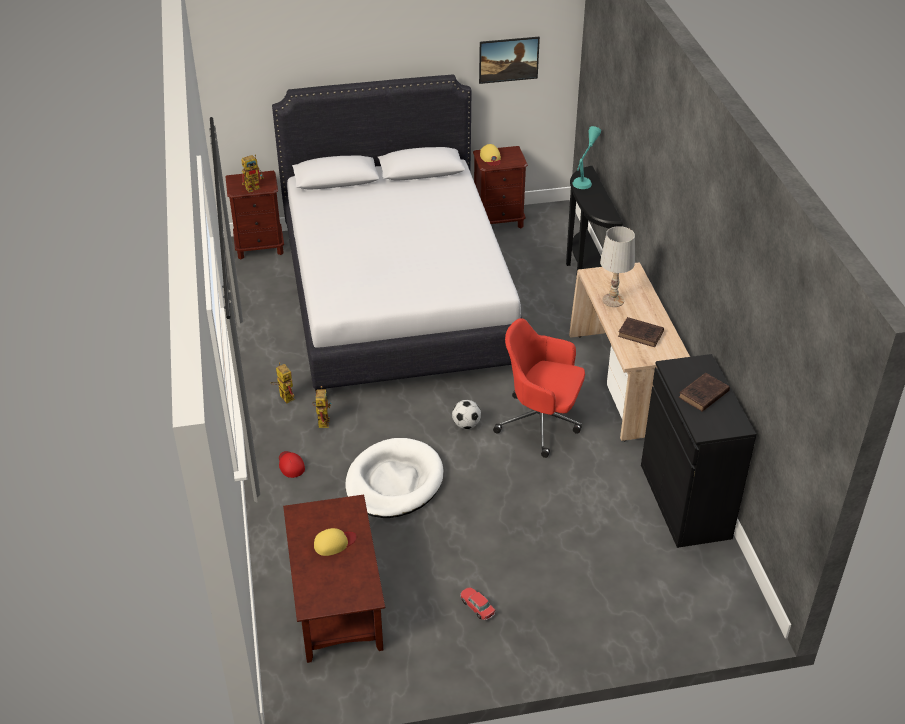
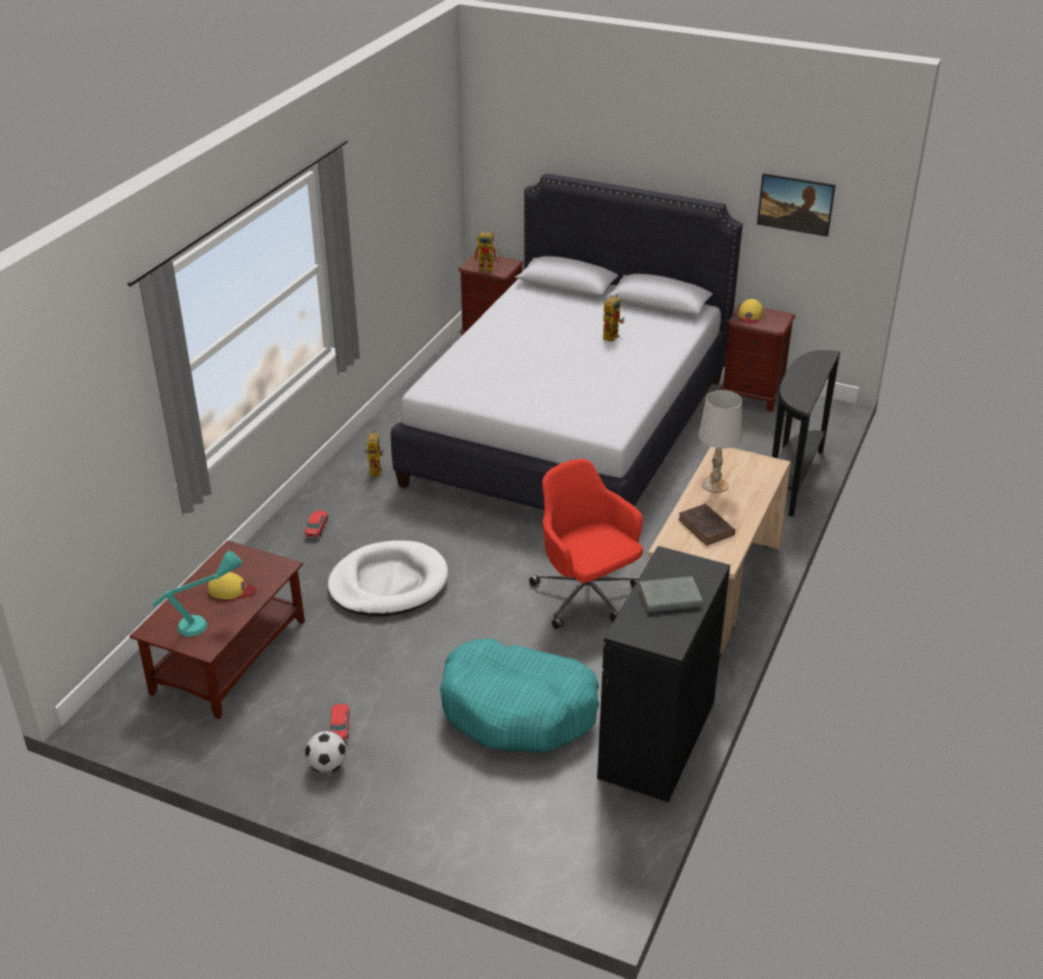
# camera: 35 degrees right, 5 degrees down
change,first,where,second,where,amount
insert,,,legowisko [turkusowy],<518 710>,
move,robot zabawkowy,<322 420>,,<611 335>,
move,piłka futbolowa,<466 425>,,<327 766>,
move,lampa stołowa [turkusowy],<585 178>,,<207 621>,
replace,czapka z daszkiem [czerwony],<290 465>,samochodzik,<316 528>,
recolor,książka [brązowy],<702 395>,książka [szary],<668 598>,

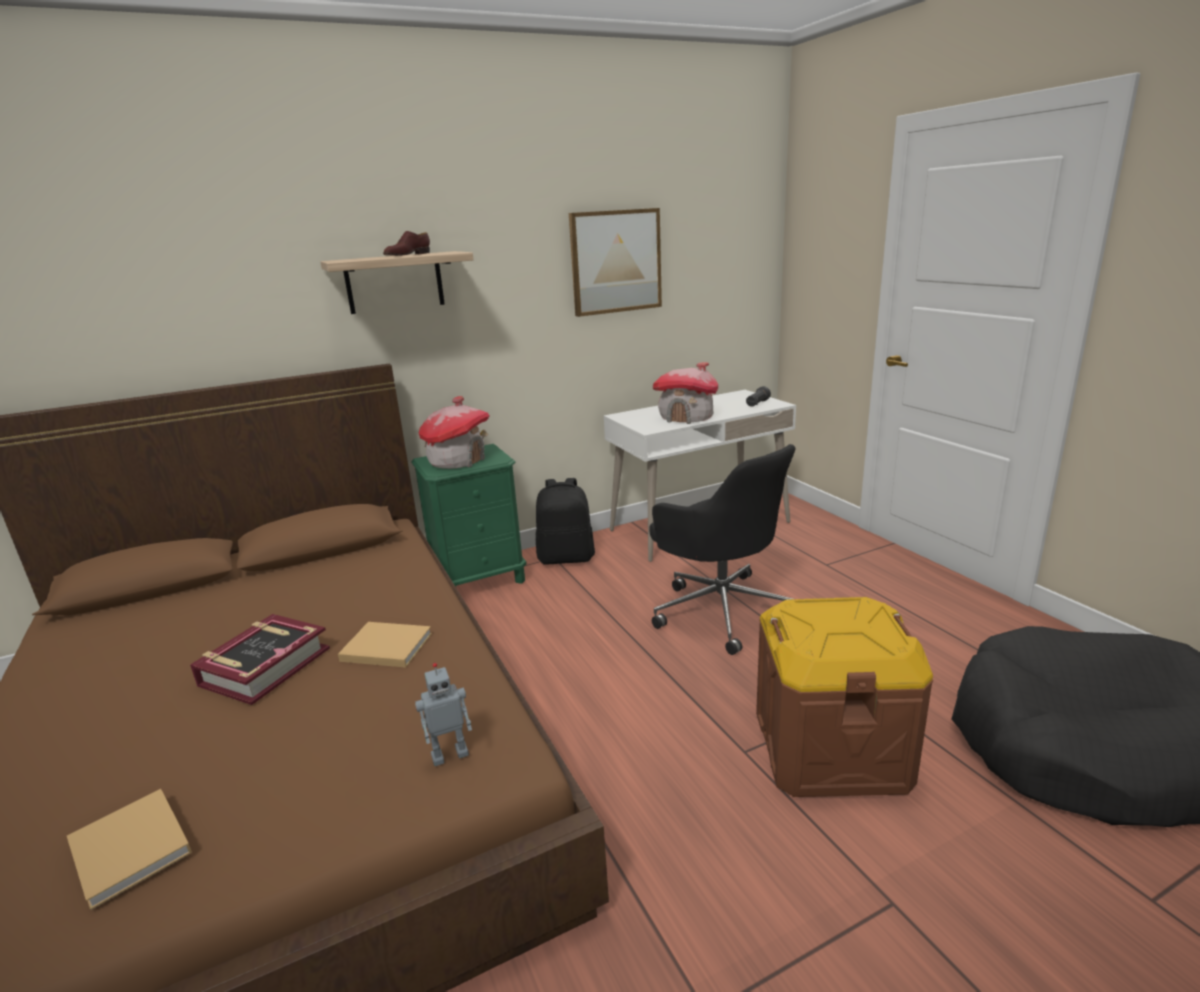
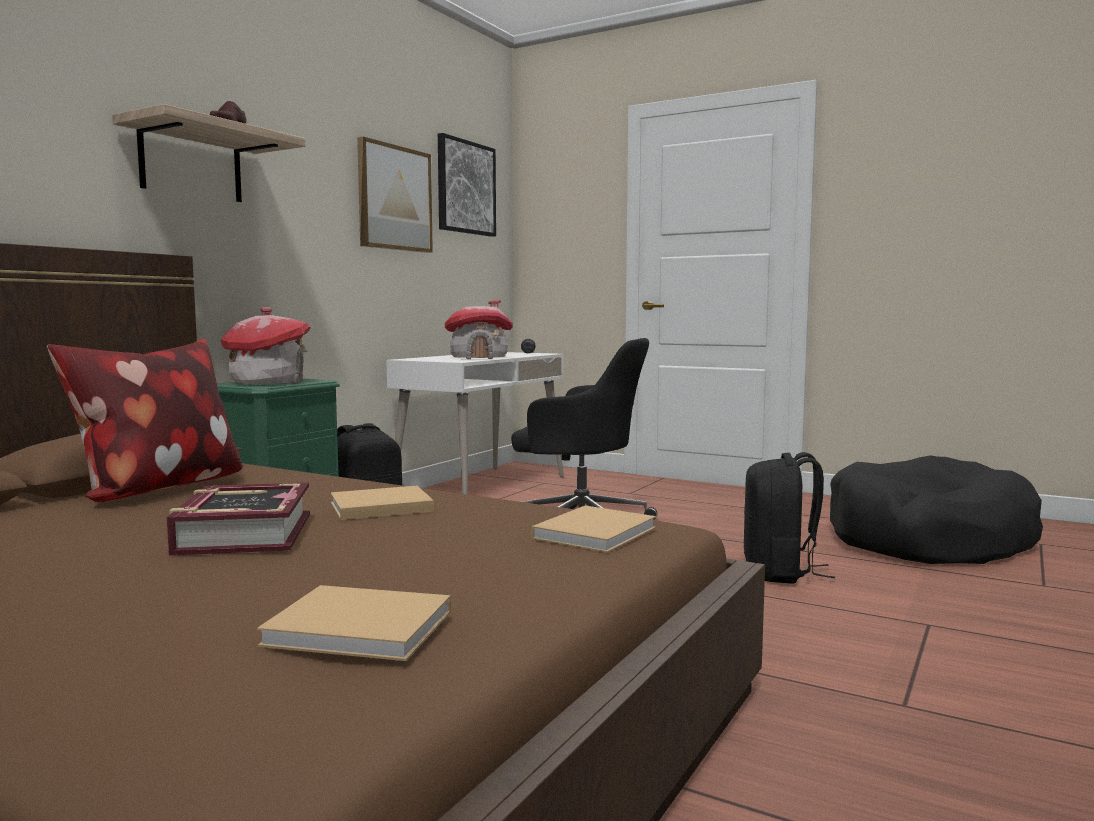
# camera: 35 degrees left, 15 degrees down
change,first,where,second,where,amount
insert,,,poduszka,<157 489>,
insert,,,obraz,<465 187>,
replace,robot zabawkowy,<449 754>,książka [beżowy],<597 532>,
replace,pojemnik do przechowywania [brązowy],<830 748>,plecak [czarny],<780 573>,

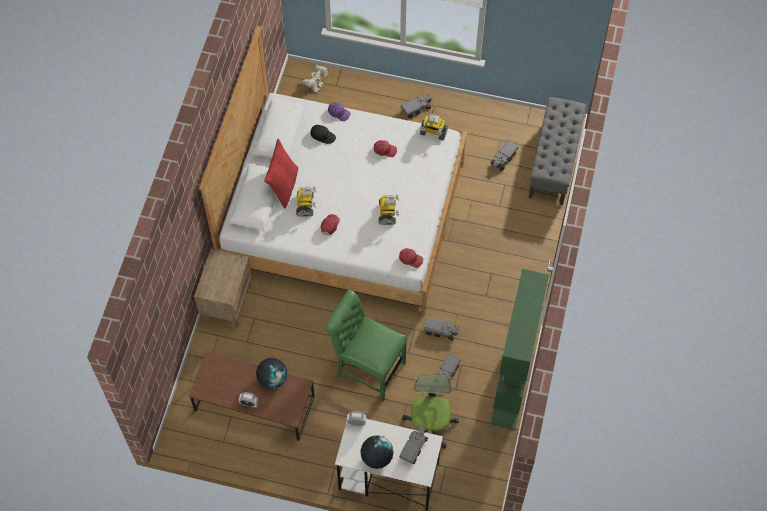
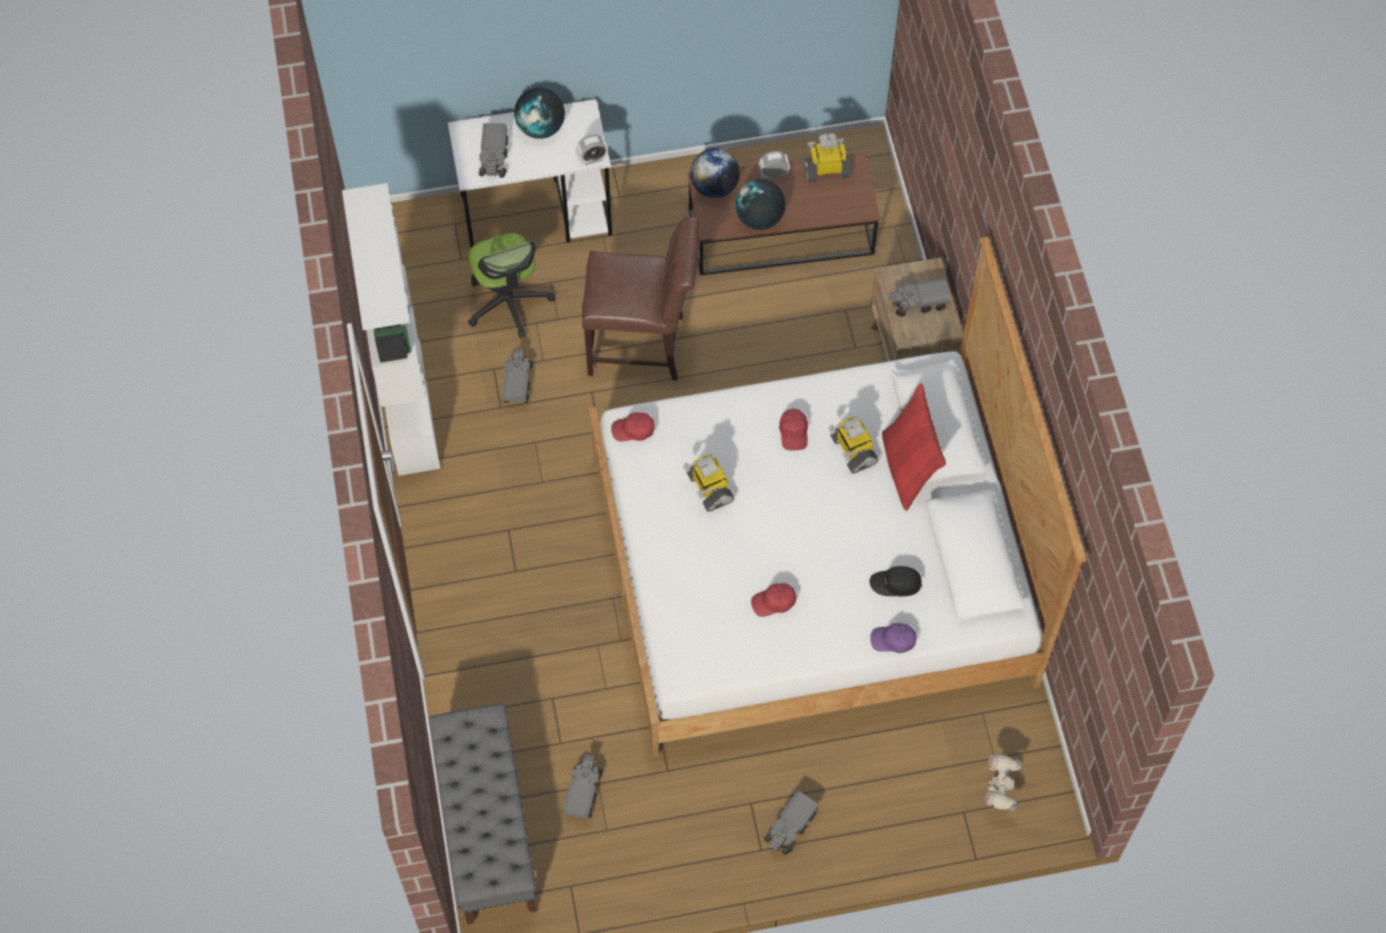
# camera: 155 degrees right, 0 degrees up
change,first,where,second,where,amount
insert,,,globus,<714 187>,
move,robot zabawkowy,<433 132>,,<827 170>,
move,ciężarówka zabawkowa,<441 331>,,<918 303>,
recolor,krzesło [zielony],<367 367>,krzesło [brązowy],<642 346>,
recolor,regał [zielony],<512 386>,regał [biały],<408 406>,

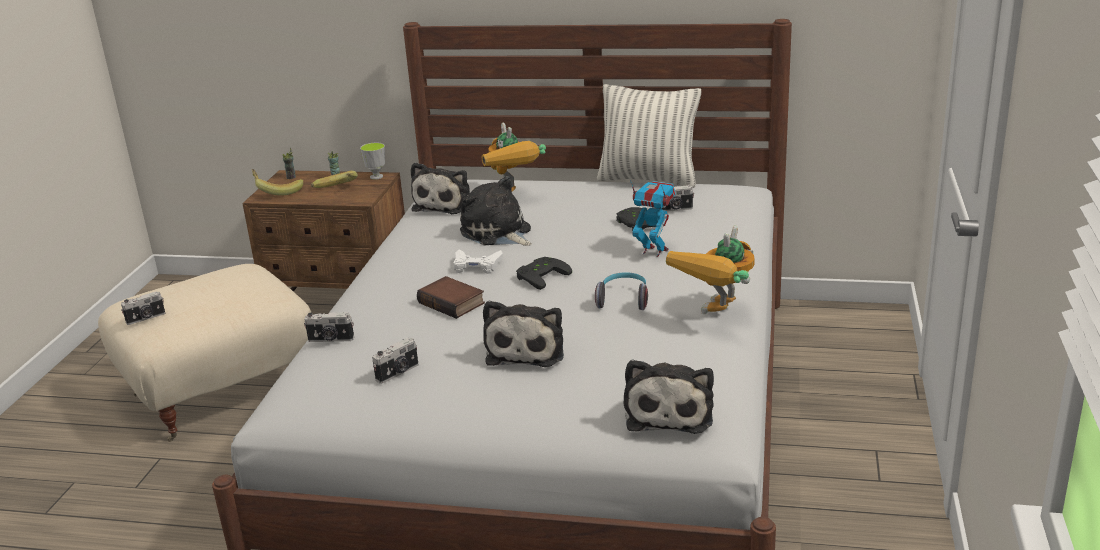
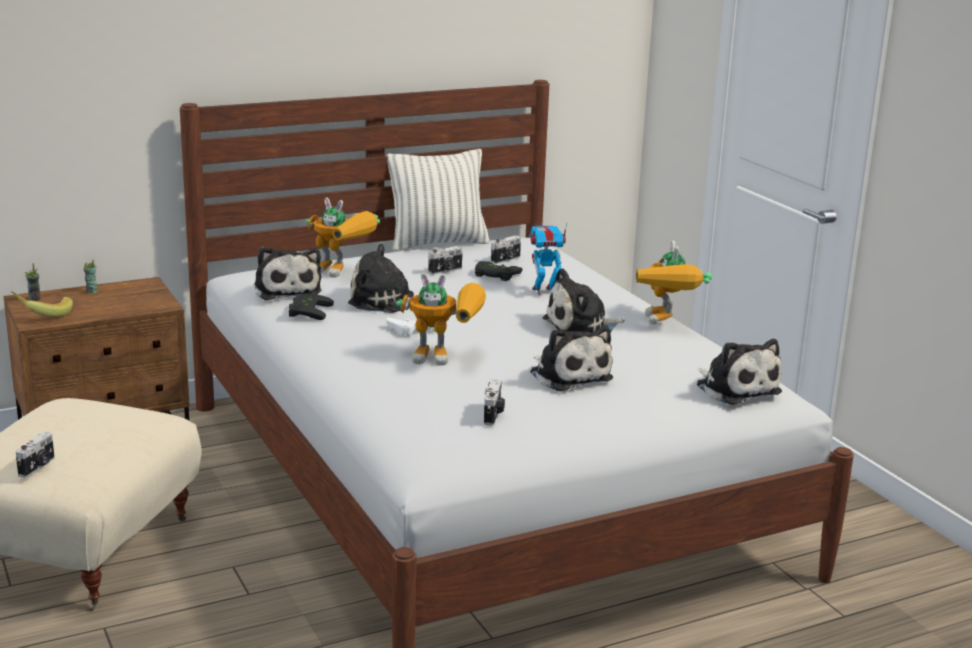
# camera: 40 degrees left, 5 degrees down
change,first,where,second,where,amount
delete,banan,<337 190>,,,
delete,filiżanka,<376 177>,,,
move,aparat fotograficzny,<331 340>,,<446 271>,
move,pad do gier [czarny],<540 275>,,<307 311>,
replace,książka,<453 302>,robot zabawkowy,<446 358>,
replace,słuchawki,<623 300>,pluszak,<581 327>,

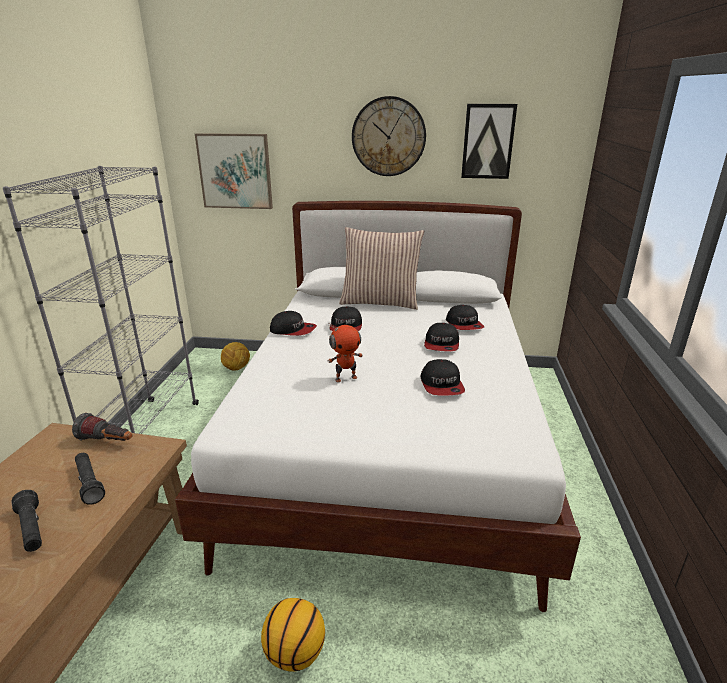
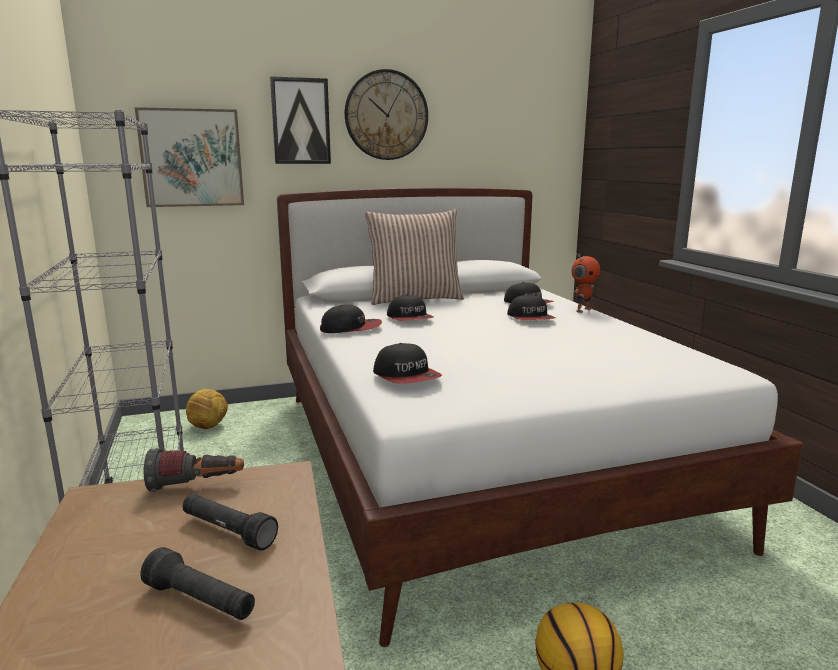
# camera: 25 degrees left, 10 degrees down
change,first,where,second,where,amount
move,robot zabawkowy,<345 378>,,<582 310>,
move,czapka z daszkiem,<442 385>,,<407 376>,
move,obraz,<488 141>,,<300 121>,

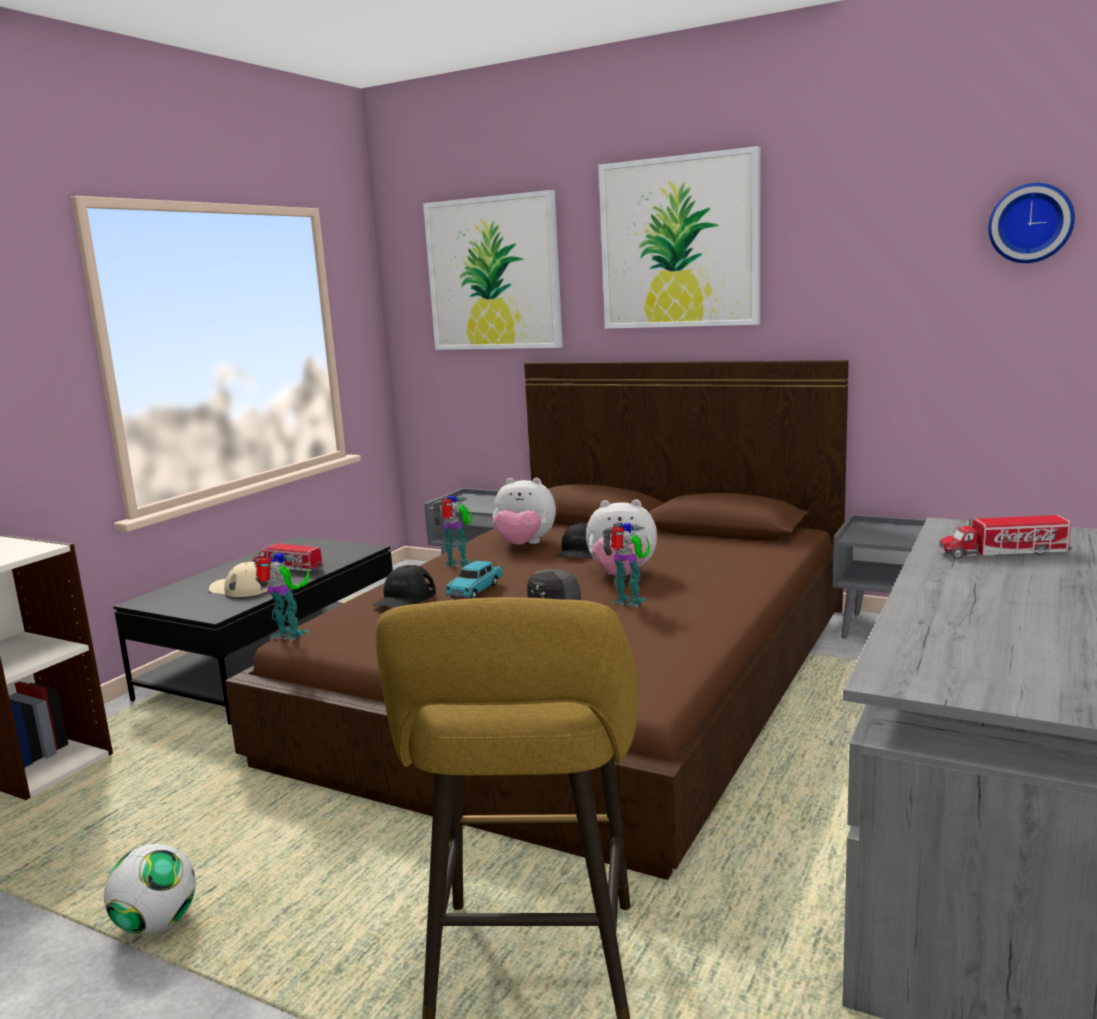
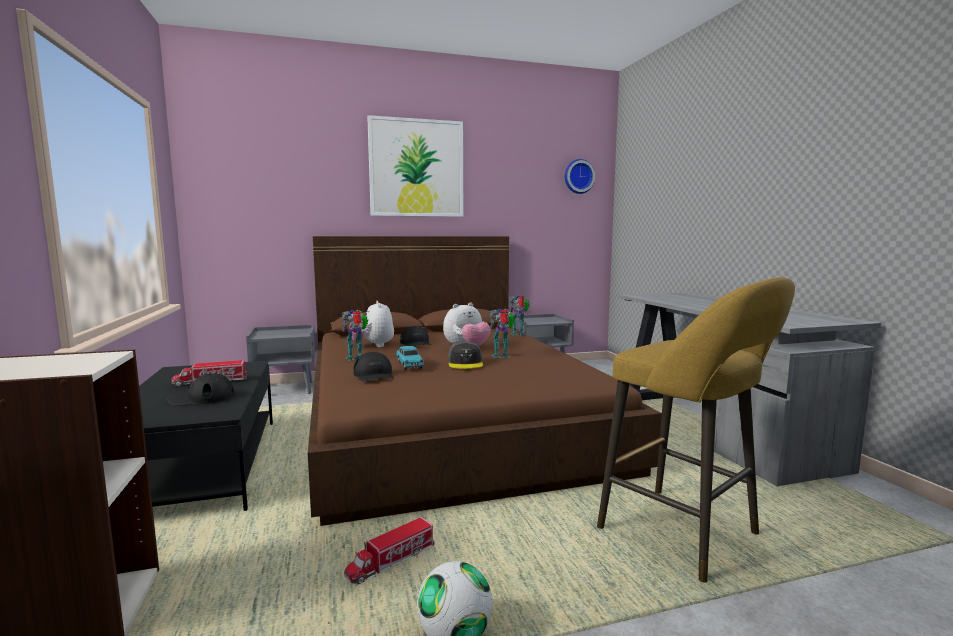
# camera: 45 degrees left, 5 degrees down
change,first,where,second,where,amount
delete,obraz,<493 274>,,,
move,robot zabawkowy,<288 635>,,<518 334>,
move,ciężarówka zabawkowa,<1003 553>,,<391 561>,
recolor,czapka z daszkiem [beżowy],<242 588>,czapka z daszkiem [czarny],<202 398>,
rotate,pluszak,<524 545>,,<373 346>,105 degrees clockwise

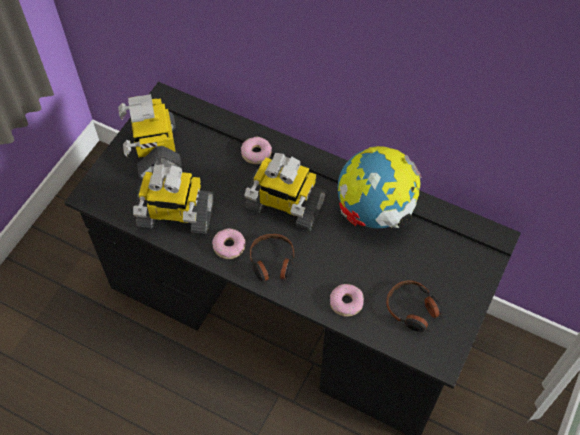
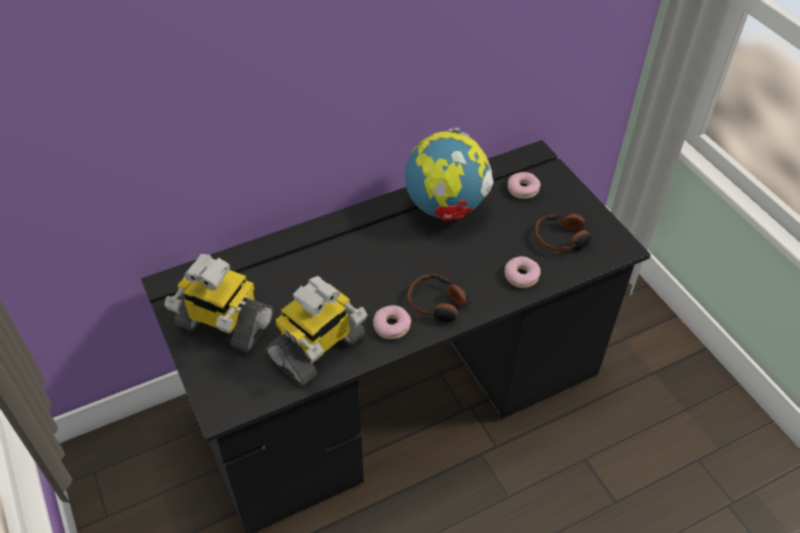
# camera: 55 degrees left, 10 degrees down
change,first,where,second,where,amount
delete,robot zabawkowy,<284 206>,,,
move,donut,<256 153>,,<523 189>,

